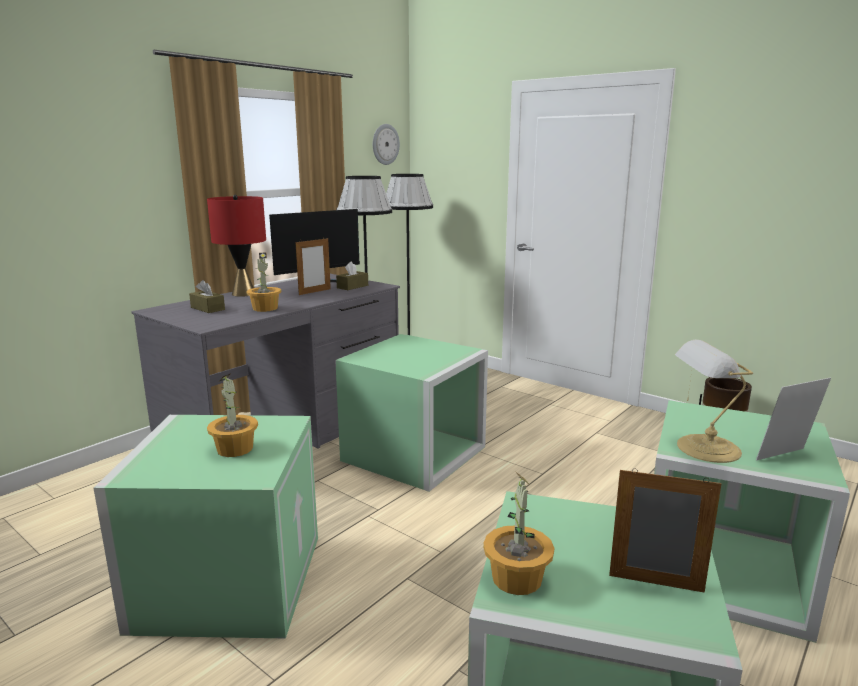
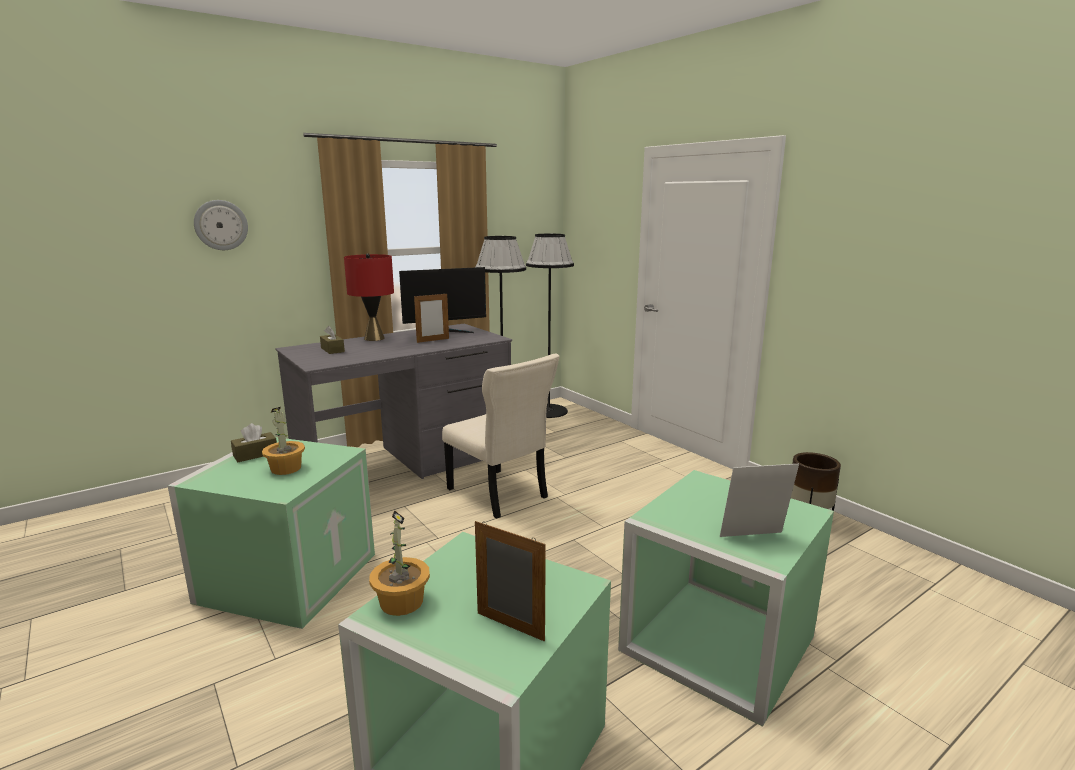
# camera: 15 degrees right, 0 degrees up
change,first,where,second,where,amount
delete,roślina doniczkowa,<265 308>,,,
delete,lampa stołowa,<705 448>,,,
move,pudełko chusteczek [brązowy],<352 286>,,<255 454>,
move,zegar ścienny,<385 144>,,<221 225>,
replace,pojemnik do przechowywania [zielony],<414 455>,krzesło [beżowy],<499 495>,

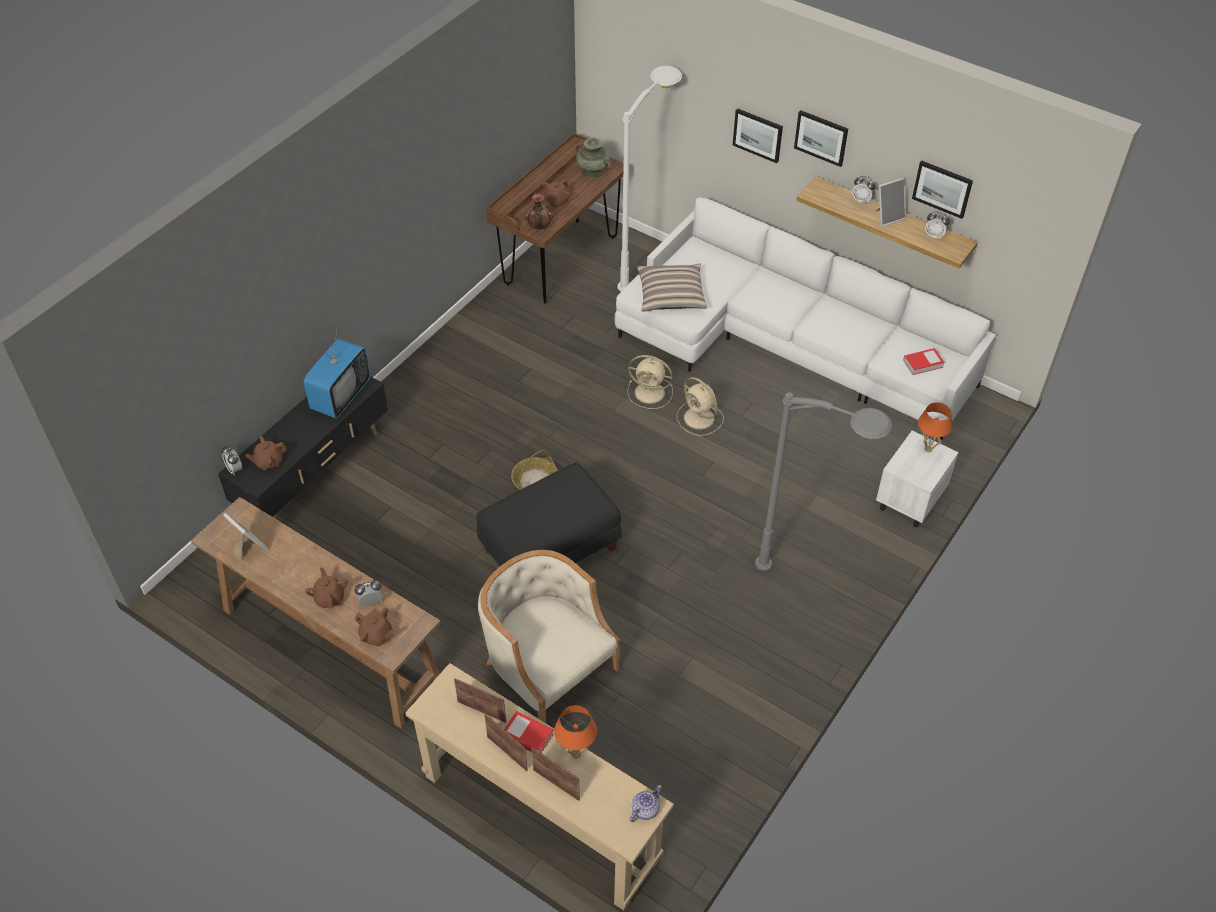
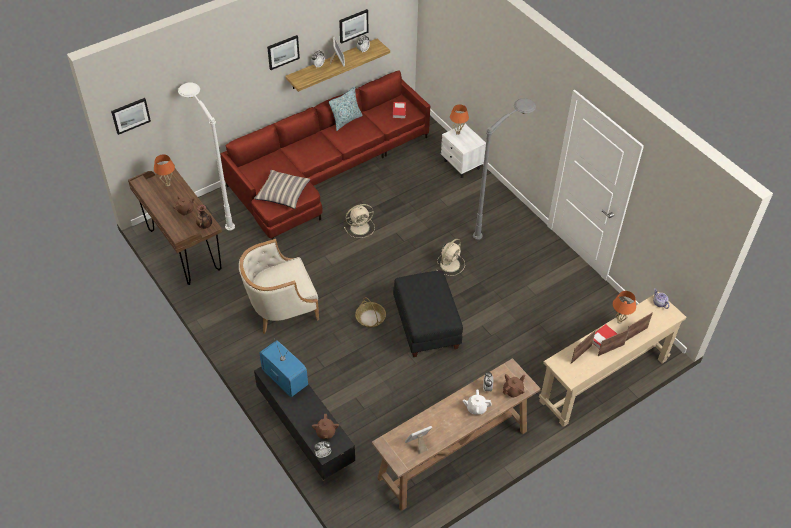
# camera: 70 degrees left, 0 degrees up
change,first,where,second,where,amount
insert,,,poduszka,<346 120>,
move,fotel [beżowy],<547 666>,,<281 307>,
move,wentylator [beżowy],<651 393>,,<450 264>,
move,obraz,<758 135>,,<130 115>,
replace,wazon [turkusowy],<593 172>,lampa stołowa [pomarańczowy],<168 184>,
recolor,imbryk [brązowy],<329 598>,imbryk [biały],<476 408>,
recolor,kanapa [biały],<787 344>,kanapa [czerwony],<323 170>,

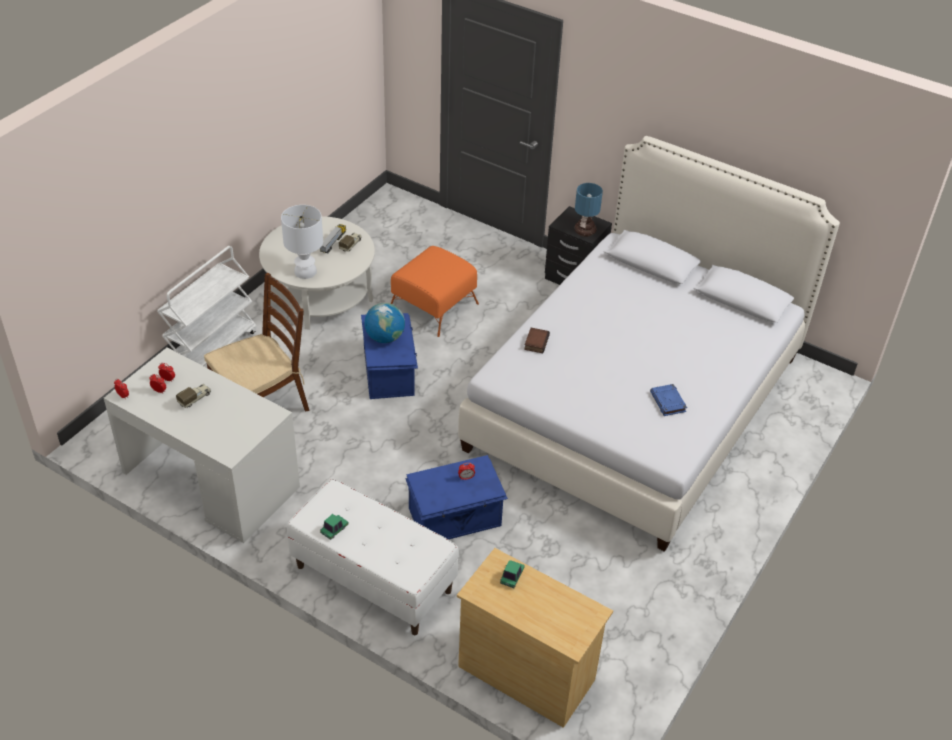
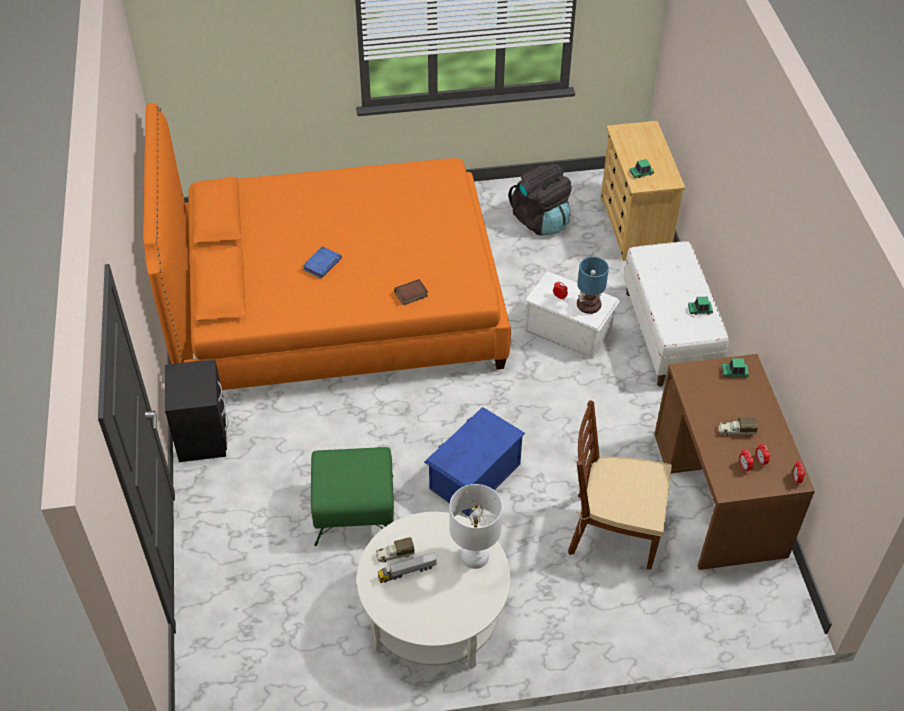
# camera: 130 degrees left, 5 degrees up
change,first,where,second,where,amount
delete,wózek [biały],<212 348>,,,
delete,globus,<385 337>,,,
insert,,,plecak [czarny],<540 220>,
insert,,,samochodzik,<734 372>,
move,lampa stołowa,<585 231>,,<589 305>,
move,książka [niebieski],<668 402>,,<322 264>,
recolor,biurko [biały],<211 480>,biurko [brązowy],<719 493>,
recolor,pufa [pomarańczowy],<434 306>,pufa [zielony],<354 509>,
recolor,pojemnik do przechowywania [niebieski],<455 518>,pojemnik do przechowywania [biały],<568 329>,
recolor,łóżko [biały],<635 401>,łóżko [pomarańczowy],<335 306>,

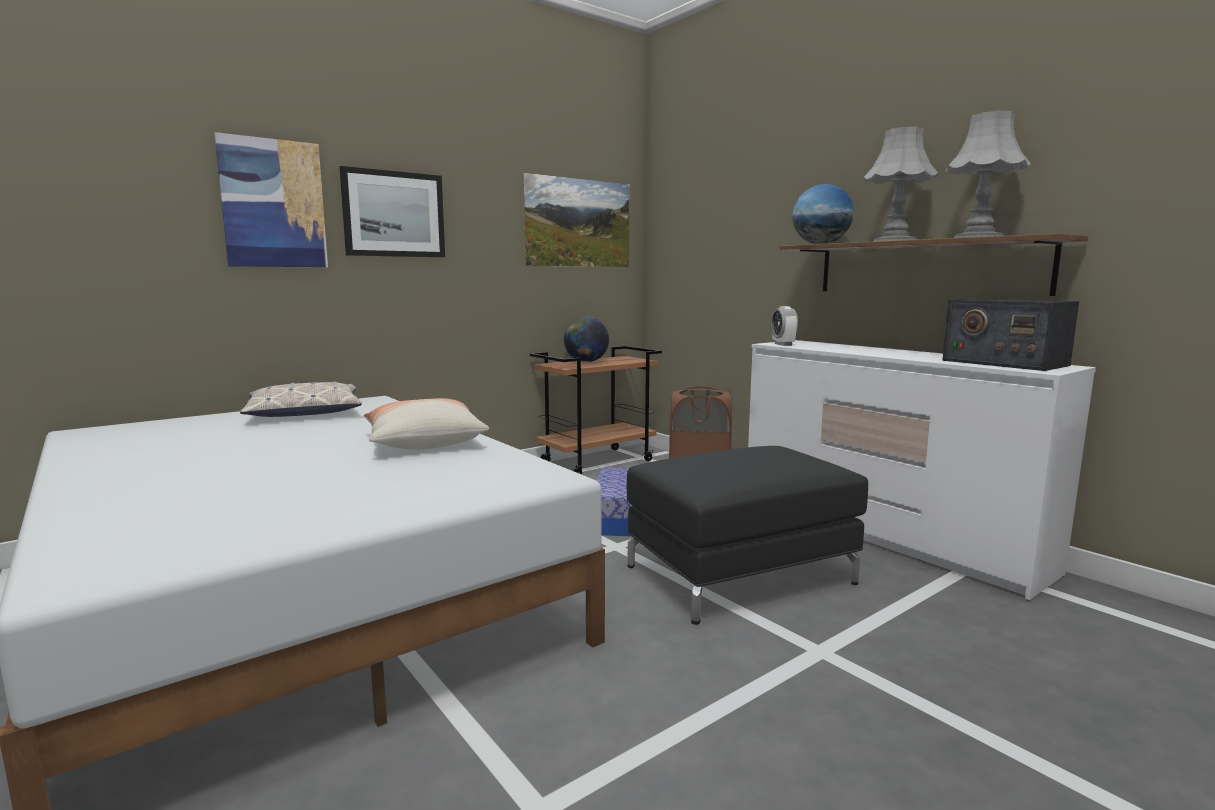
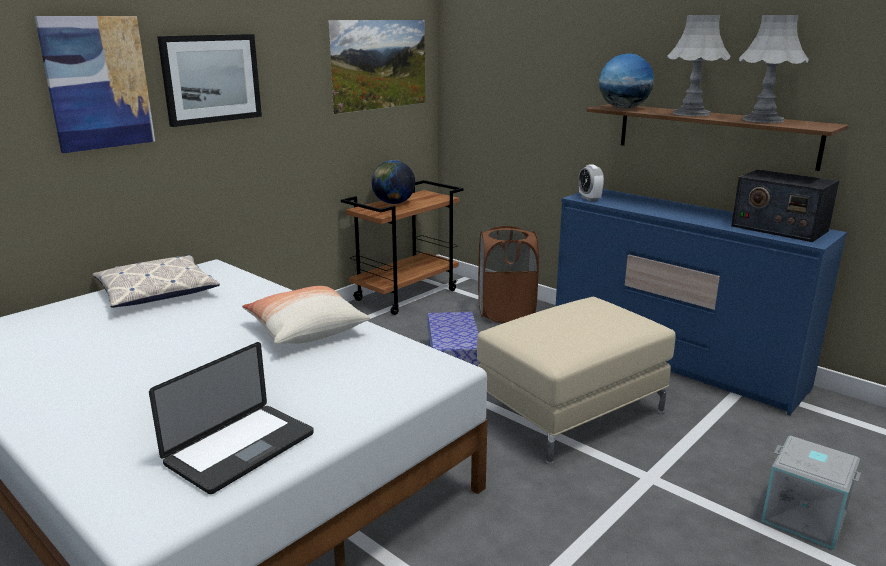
# camera: 10 degrees left, 10 degrees up
change,first,where,second,where,amount
insert,,,laptop,<240 449>,
insert,,,pojemnik do przechowywania [szary],<805 516>,
recolor,pufa [czarny],<739 573>,pufa [beżowy],<570 410>,
recolor,komoda [biały],<884 535>,komoda [niebieski],<673 360>,

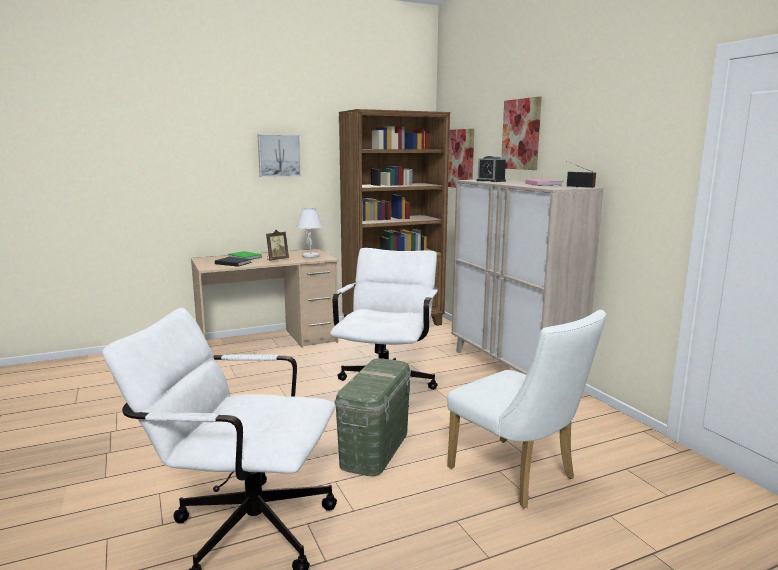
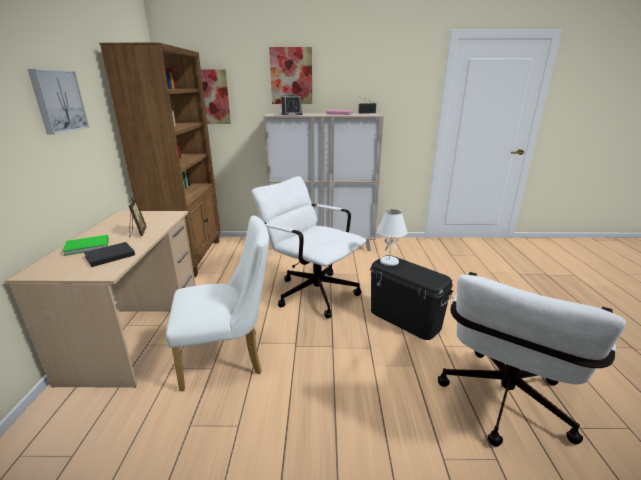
# camera: 65 degrees left, 10 degrees up
change,first,where,second,where,amount
move,lampa stołowa [biały],<311 256>,,<389 262>,
move,krzesło [biały],<518 476>,,<229 357>,
recolor,pojemnik do przechowywania [zielony],<375 448>,pojemnik do przechowywania [czarny],<404 319>,

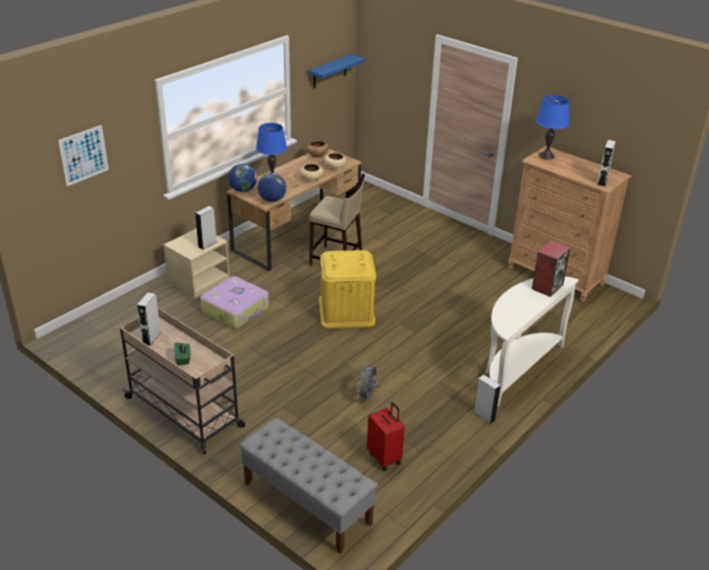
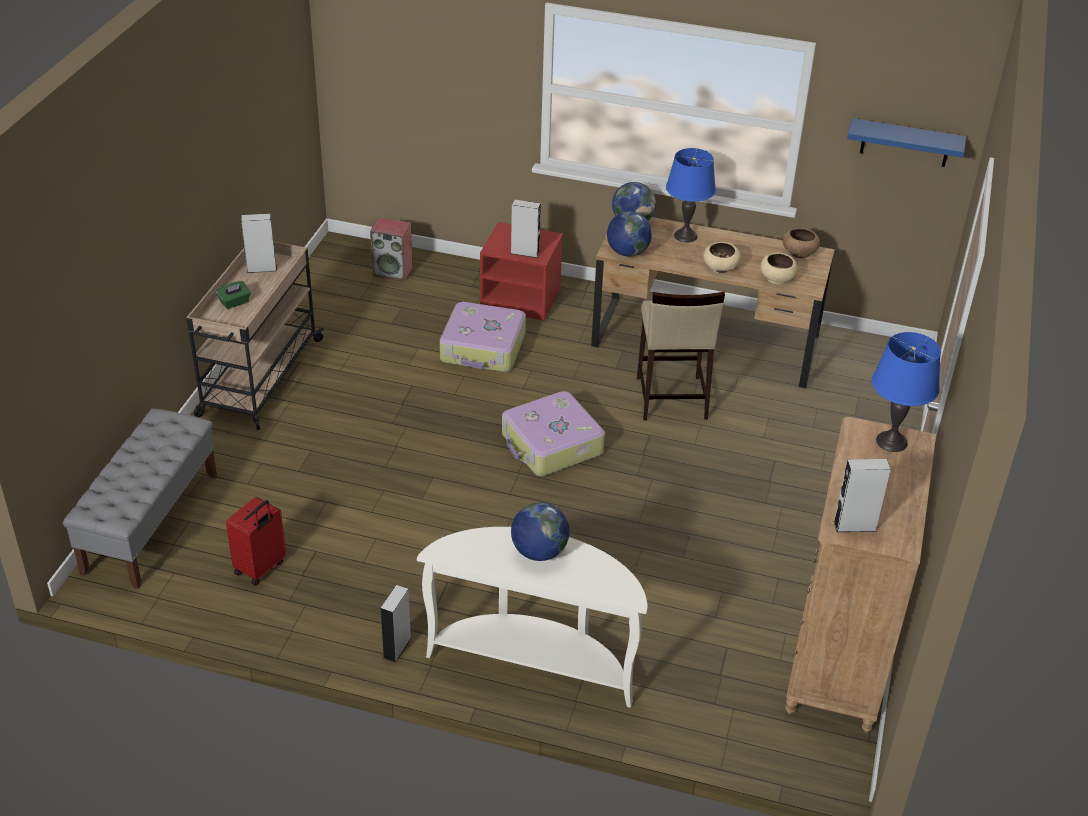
# camera: 65 degrees right, 5 degrees up
change,first,where,second,where,amount
delete,obraz,<84 155>,,,
delete,wentylator [szary],<367 397>,,,
insert,,,globus,<539 552>,
move,głośnik,<547 286>,,<393 271>,
replace,pojemnik do przechowywania [żółty],<346 311>,walizka,<551 445>,
recolor,szafka nocna [beżowy],<199 281>,szafka nocna [czerwony],<521 298>,

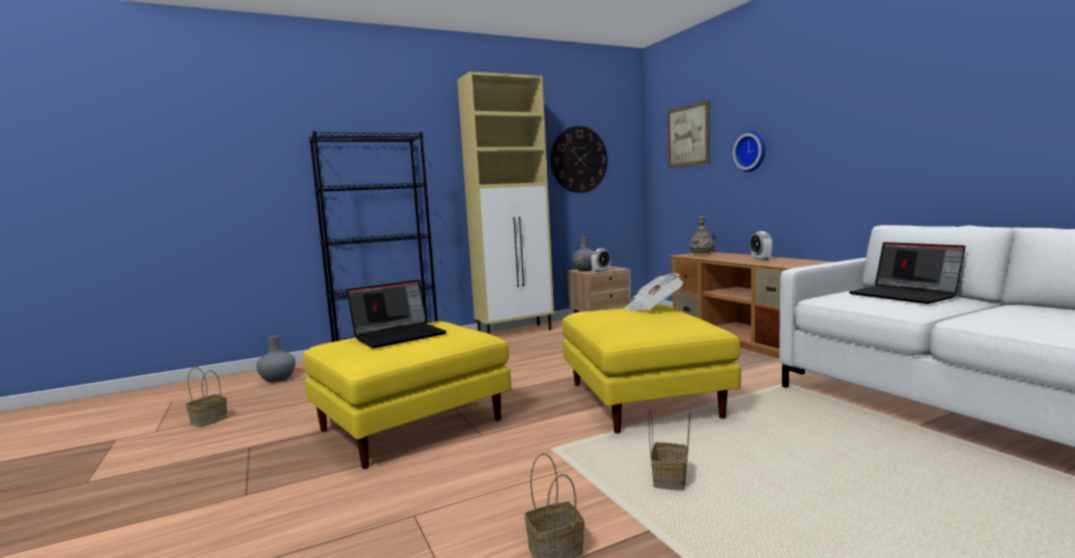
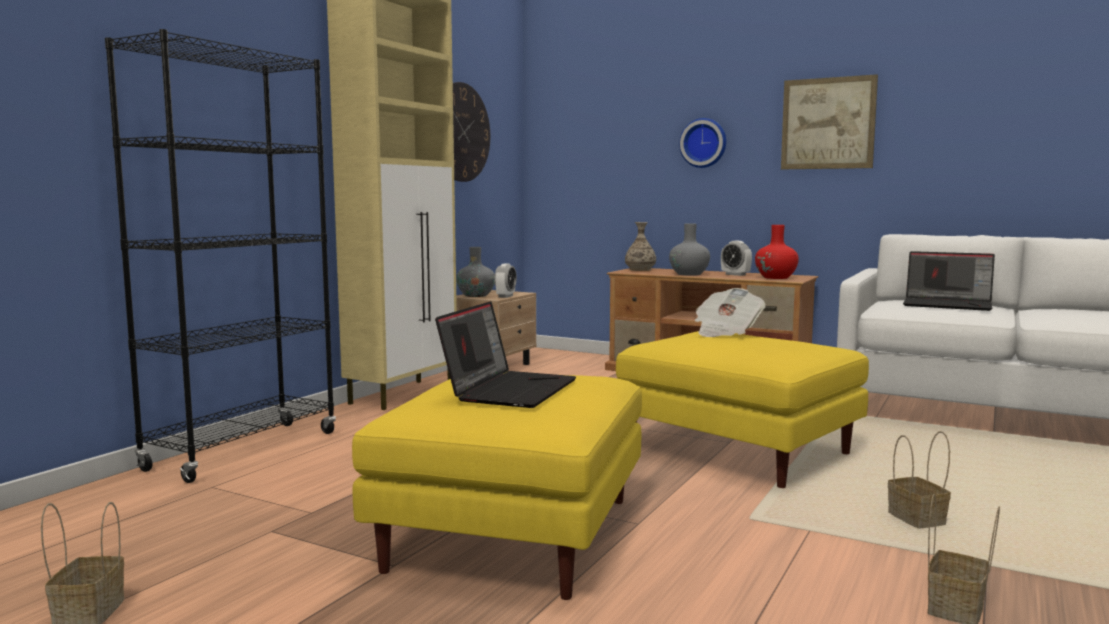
# camera: 35 degrees left, 0 degrees up
change,first,where,second,where,amount
insert,,,wazon [czerwony],<775 277>,
move,wazon [szary],<278 379>,,<689 274>,
move,obraz,<688 136>,,<828 123>,

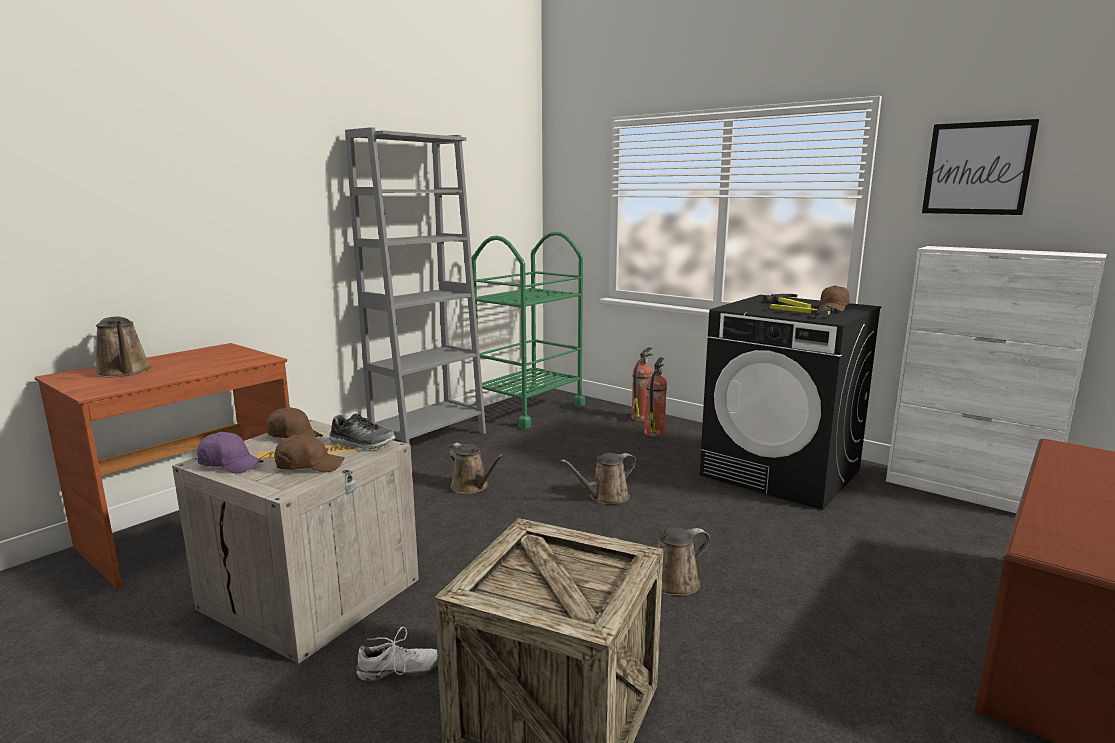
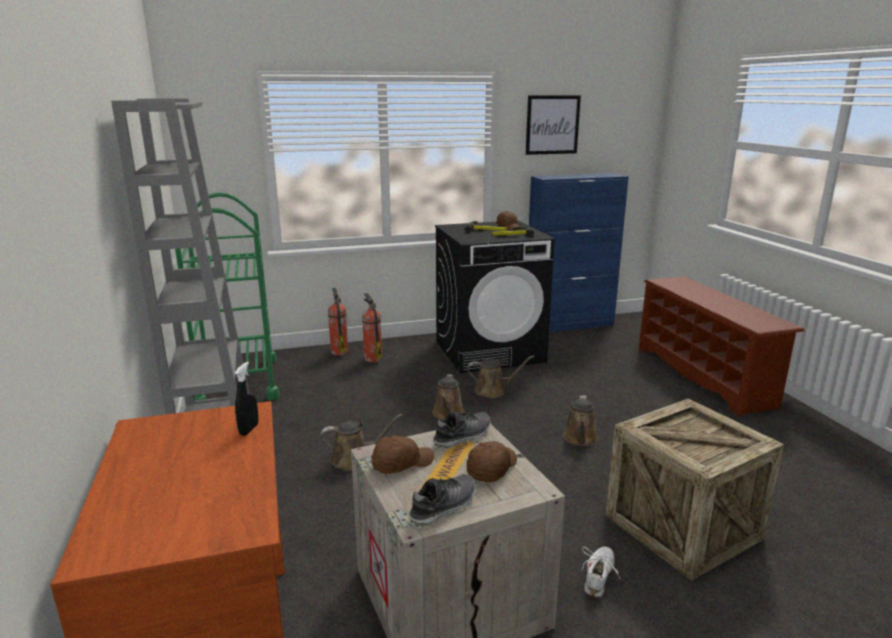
# camera: 55 degrees left, 5 degrees up
change,first,where,second,where,amount
insert,,,spryskiwacz [czarny],<249 429>,
move,konewka [brązowy],<124 372>,,<493 391>,
replace,czapka z daszkiem [fioletowy],<230 464>,but,<443 507>,
recolor,szafka [biały],<967 493>,szafka [niebieski],<569 324>,

